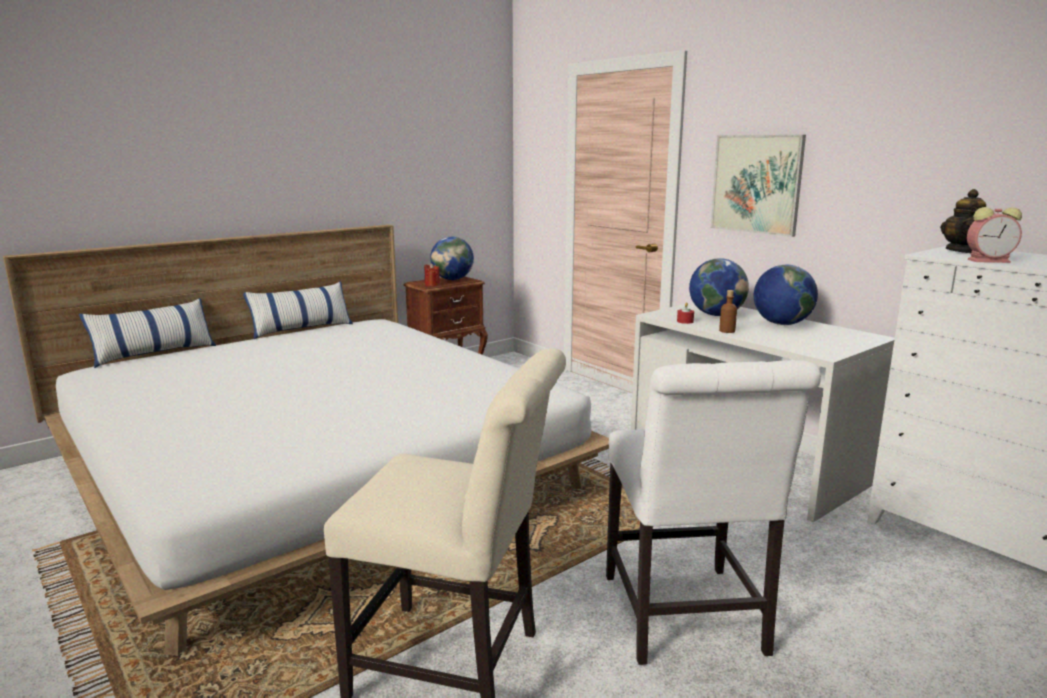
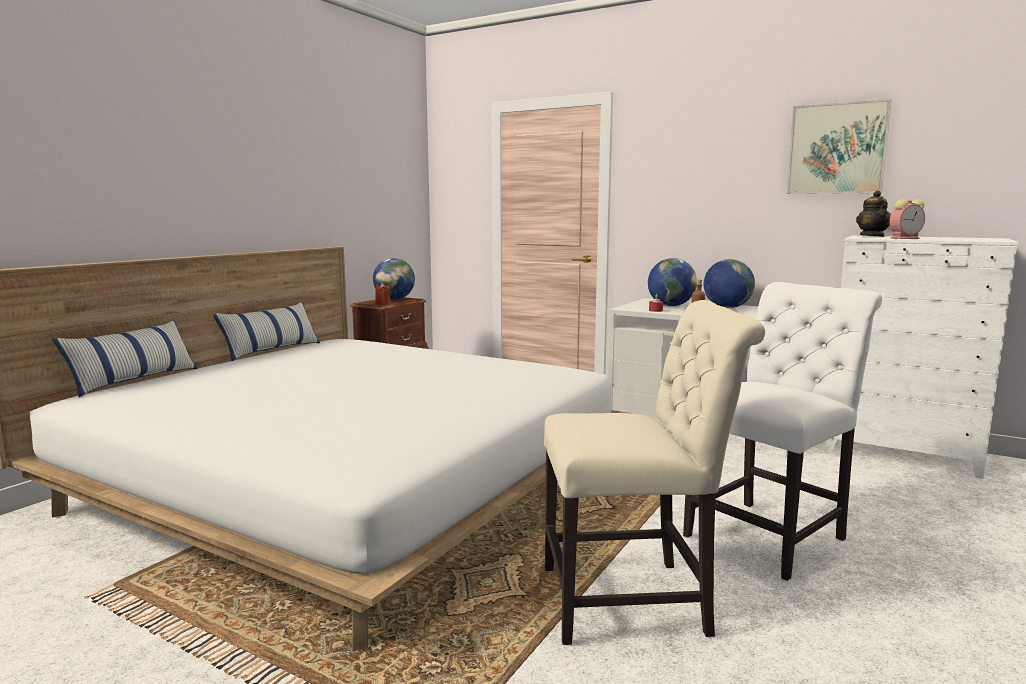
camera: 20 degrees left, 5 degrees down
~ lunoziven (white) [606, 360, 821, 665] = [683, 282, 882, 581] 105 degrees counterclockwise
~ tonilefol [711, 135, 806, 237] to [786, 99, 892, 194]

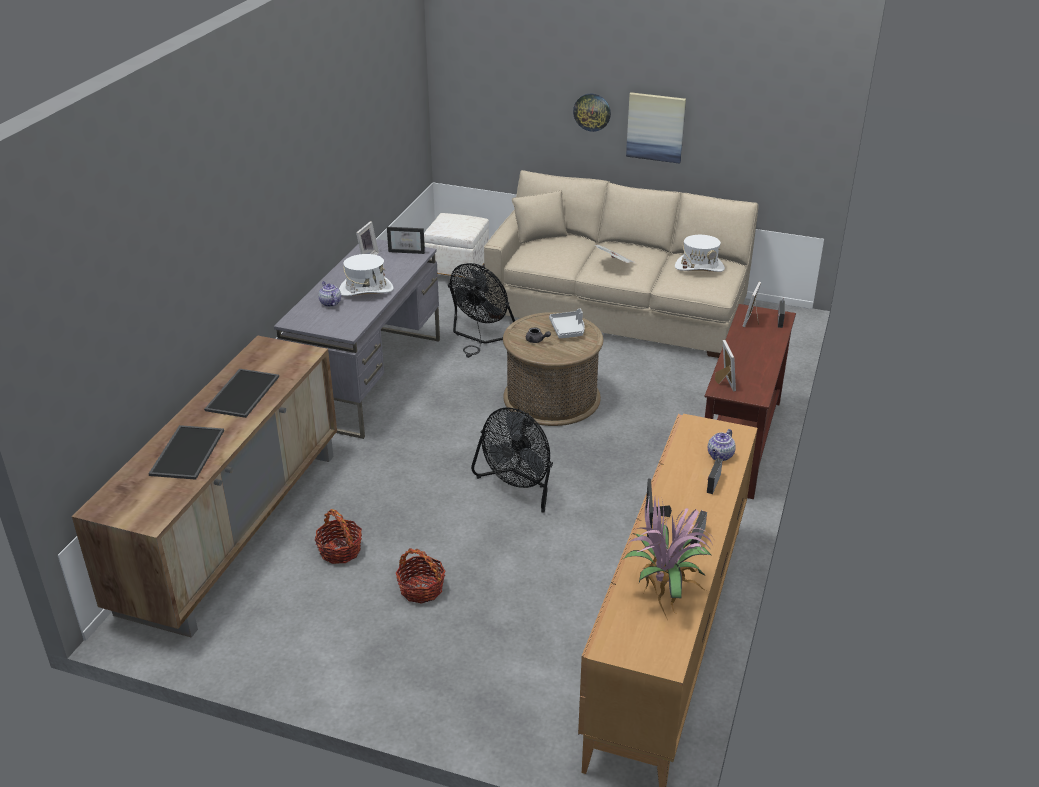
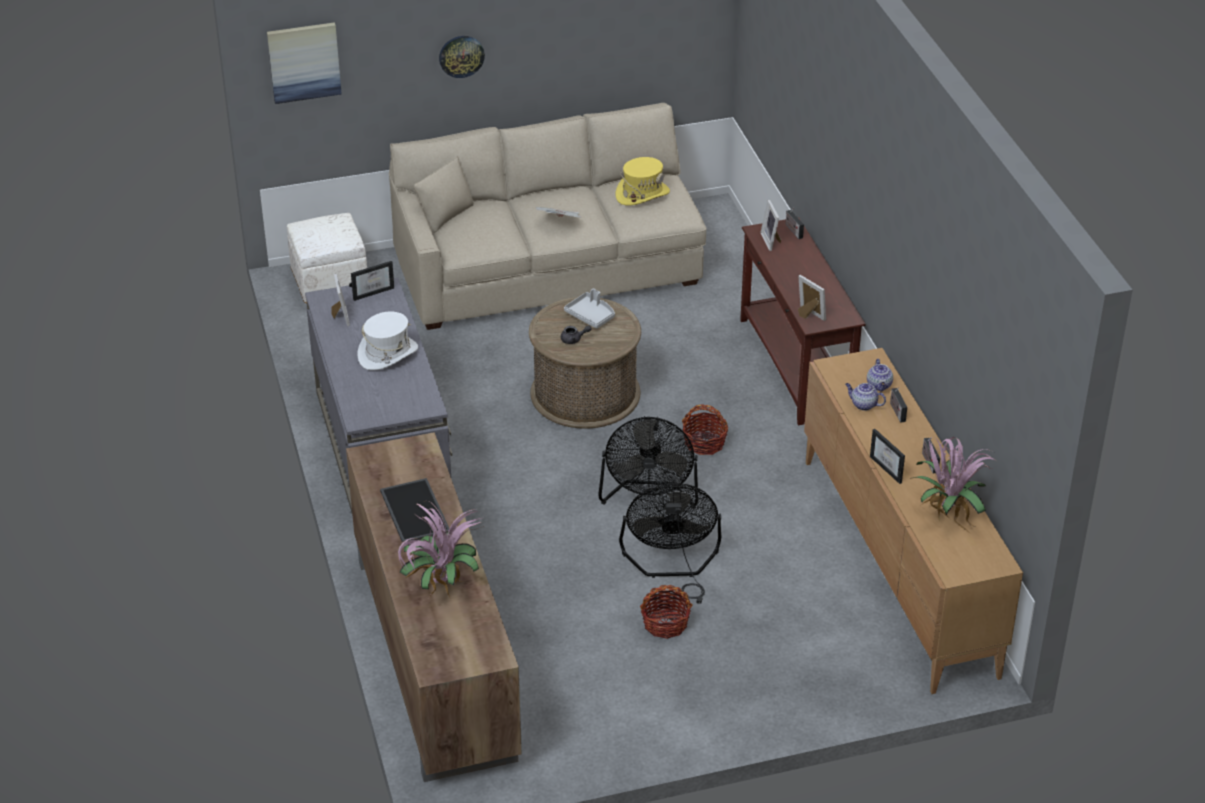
camera: 35 degrees left, 5 degrees up
~ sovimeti [148, 425, 224, 480] to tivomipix [398, 502, 484, 599]
~ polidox [315, 509, 362, 564] to [682, 404, 728, 455]
~ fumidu [318, 281, 341, 307] to [845, 383, 886, 411]
~ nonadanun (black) [448, 263, 515, 358] to [619, 483, 721, 604]
~ tonilefol [626, 92, 686, 164] to [267, 22, 342, 104]
~ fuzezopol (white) [675, 235, 725, 272] to fuzezopol (yellow) [616, 157, 670, 205]

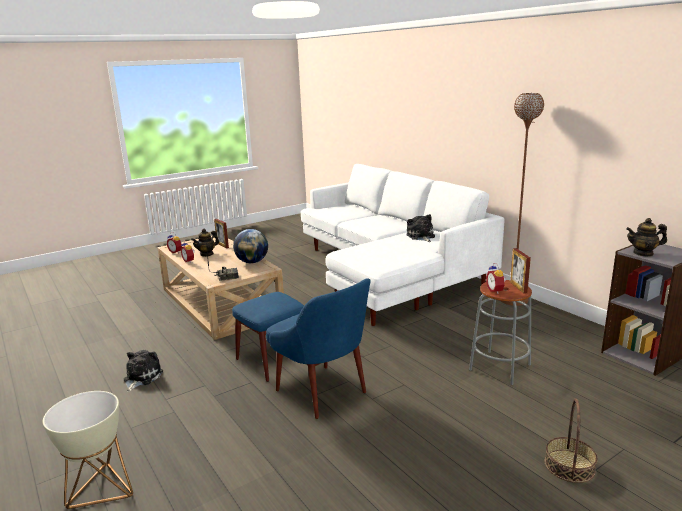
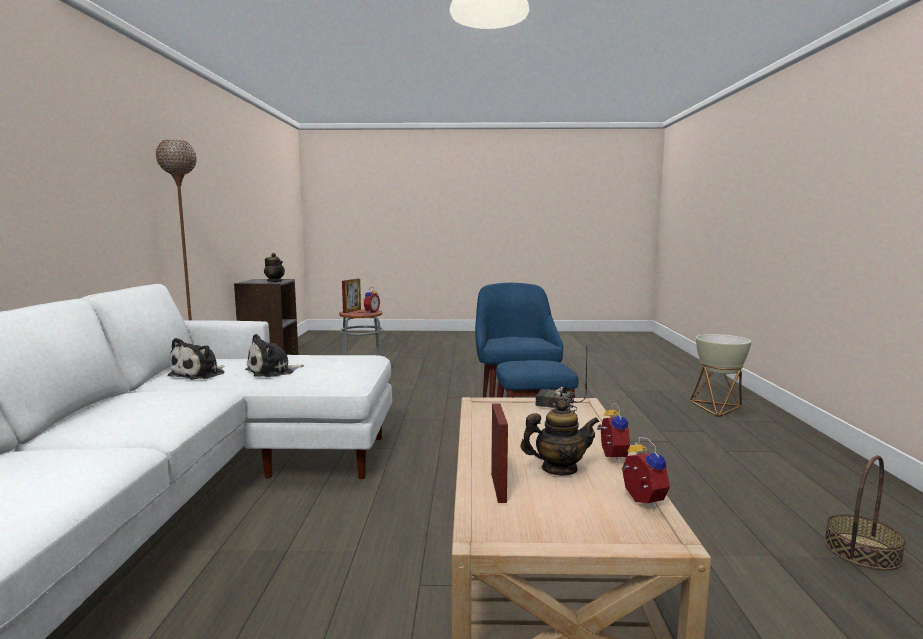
camera: 145 degrees left, 10 degrees down
~ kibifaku [123, 350, 163, 392] to [245, 334, 304, 377]
- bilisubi [233, 229, 268, 263]
~ polidox [545, 399, 598, 483] to [824, 455, 906, 571]

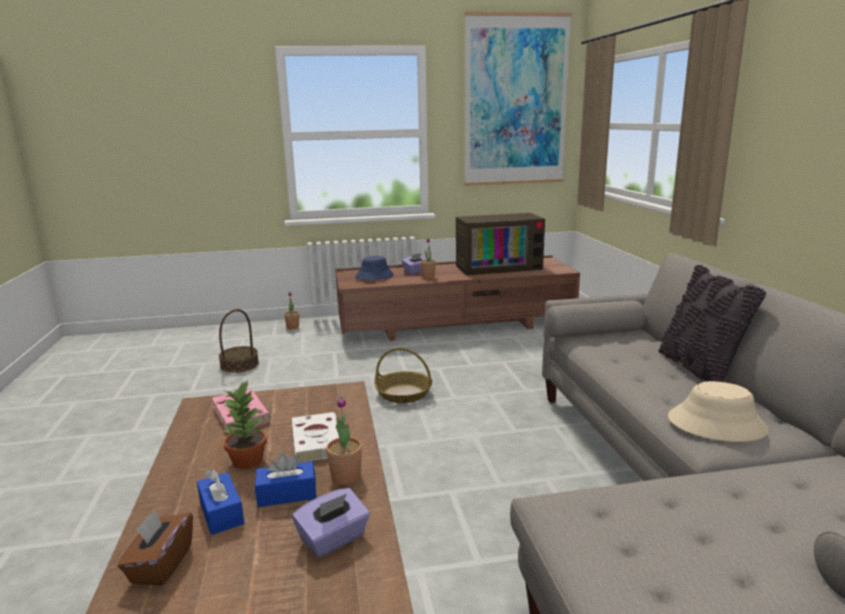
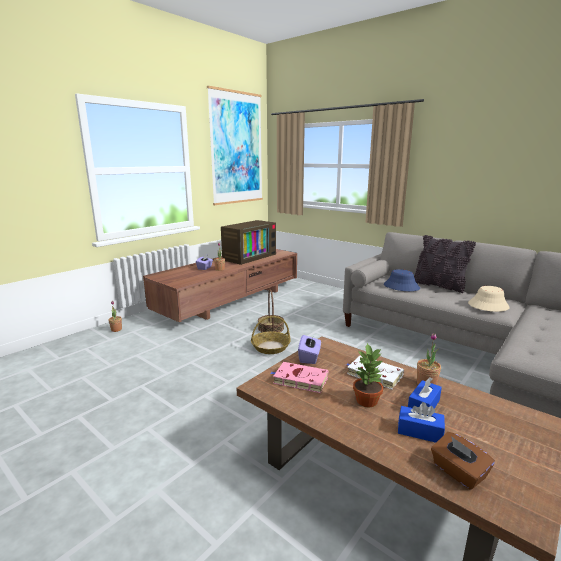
camera: 40 degrees left, 0 degrees up
~ polidox [219, 309, 259, 373] to [258, 289, 284, 332]
~ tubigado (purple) [292, 488, 370, 558] to [298, 333, 321, 364]
~ fuzezopol (blue) [355, 256, 394, 280] to [384, 269, 420, 291]

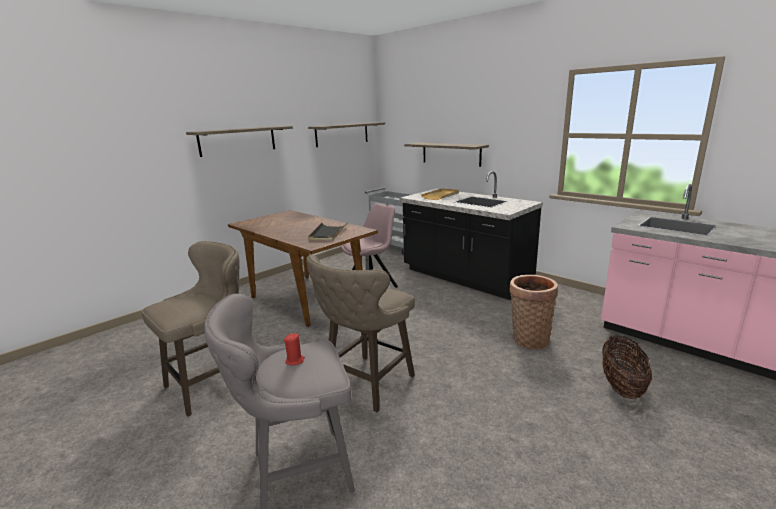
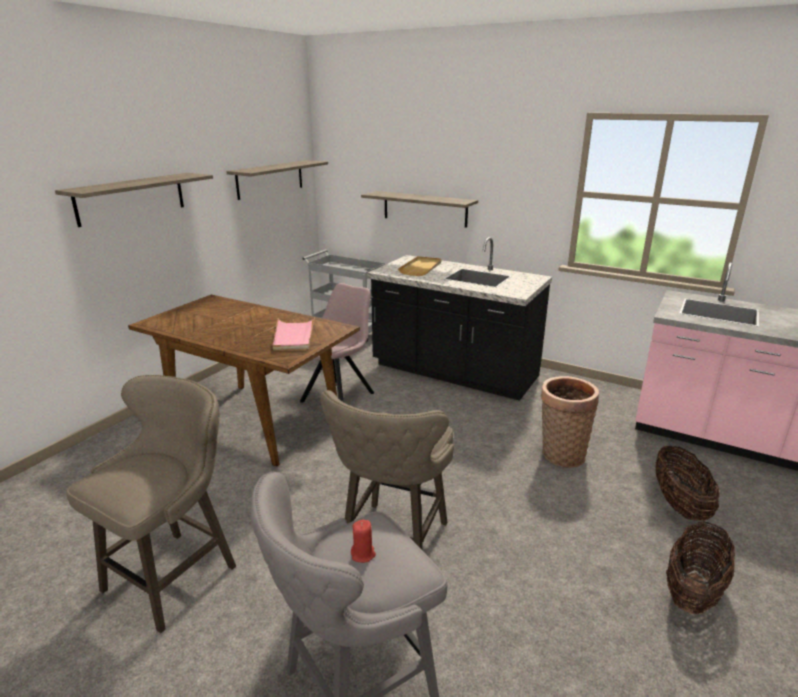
camera: 15 degrees left, 5 degrees up
~ sovimeti (black) [308, 222, 348, 241] to sovimeti (pink) [273, 317, 315, 350]
+ polidox [666, 521, 735, 614]

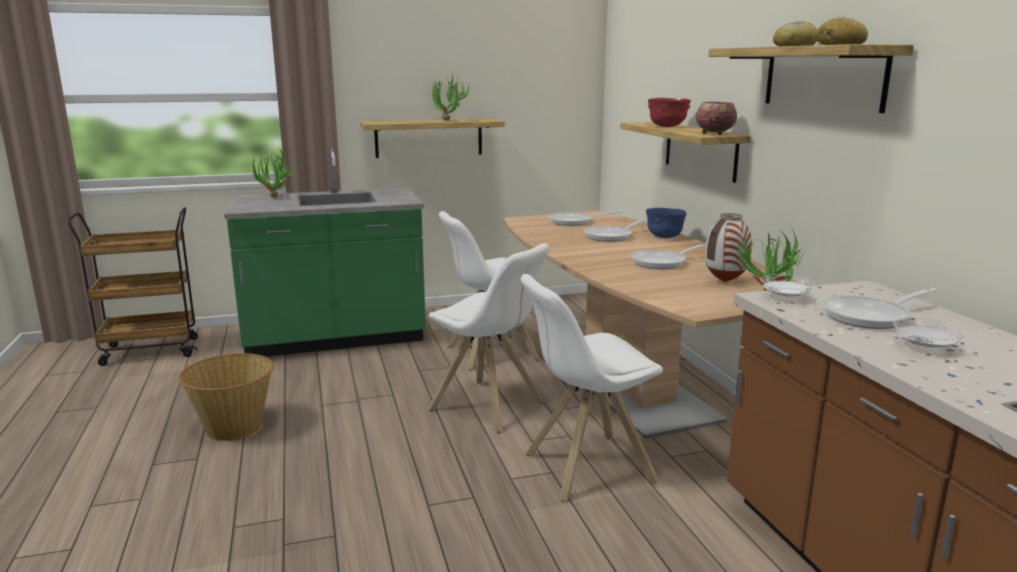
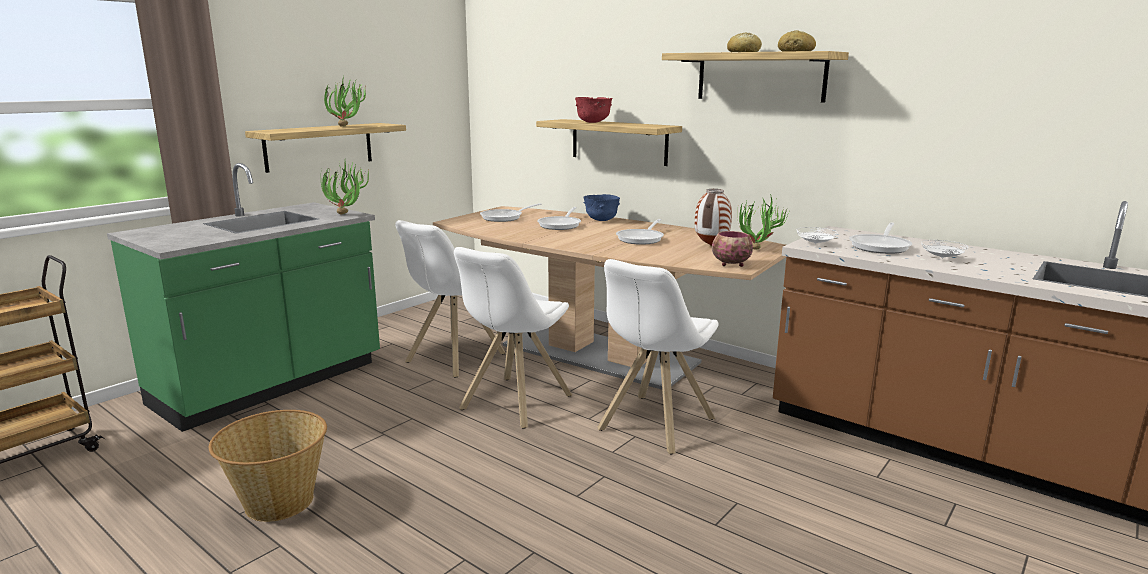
camera: 35 degrees left, 0 degrees up
~ tivomipix [250, 147, 295, 197] to [321, 162, 369, 214]
~ lunoziven (white) [429, 243, 549, 433] = [454, 247, 572, 429] 120 degrees clockwise
~ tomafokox [696, 102, 737, 135] to [712, 231, 753, 267]

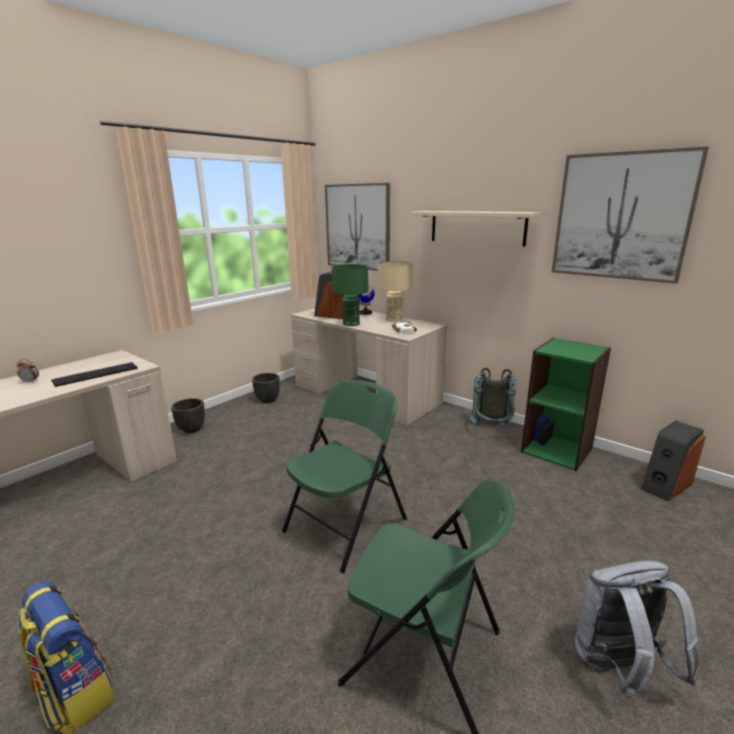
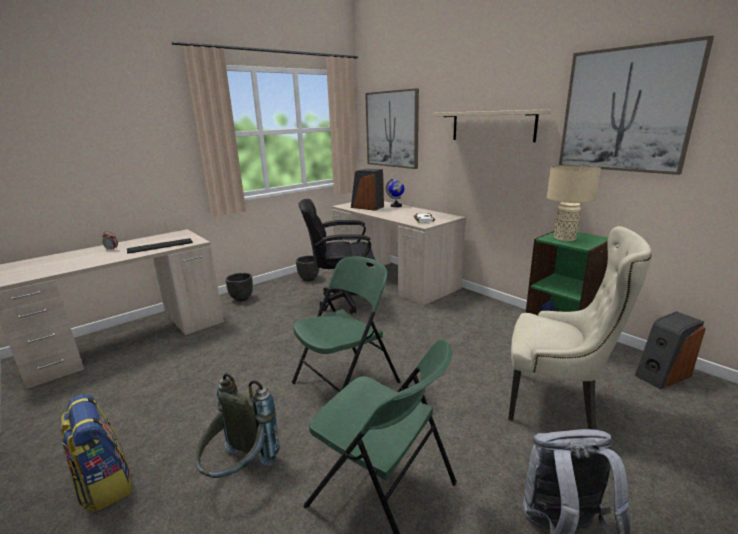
camera: 10 degrees right, 0 degrees up
- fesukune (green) [332, 264, 368, 326]
~ fesukune (beige) [377, 261, 413, 322] to [547, 165, 601, 241]
~ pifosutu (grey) [470, 368, 516, 427] to [195, 373, 280, 478]
+ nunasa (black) [298, 199, 375, 314]
+ lunoziven (beige) [508, 226, 652, 430]

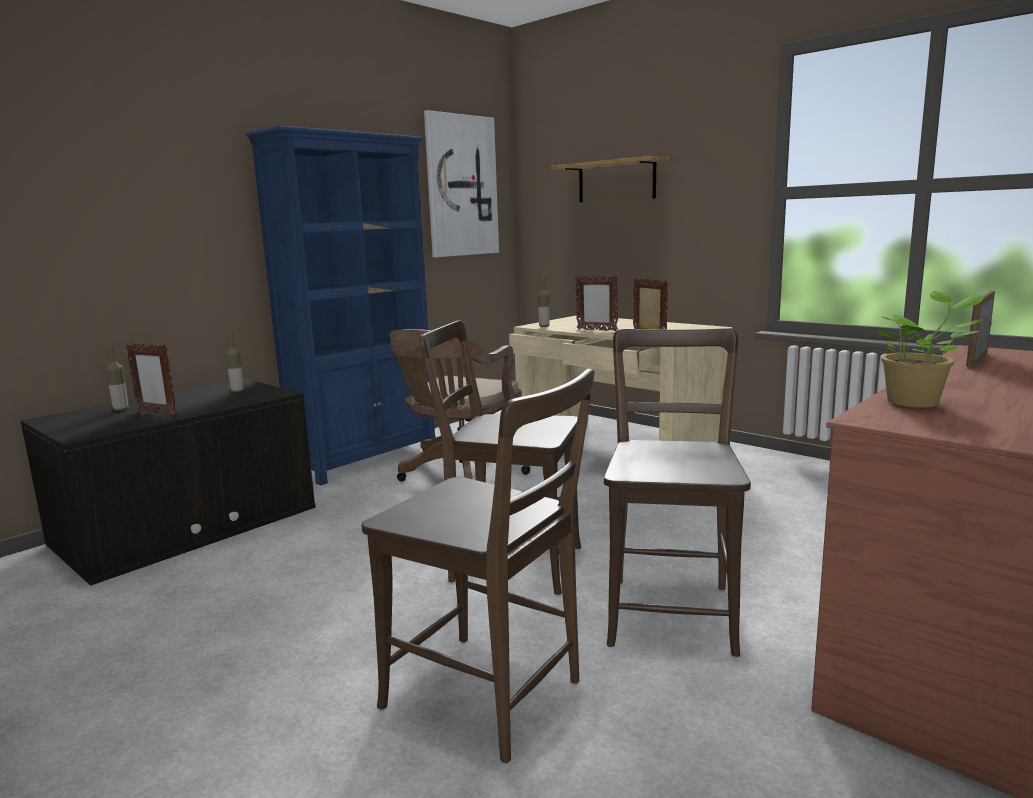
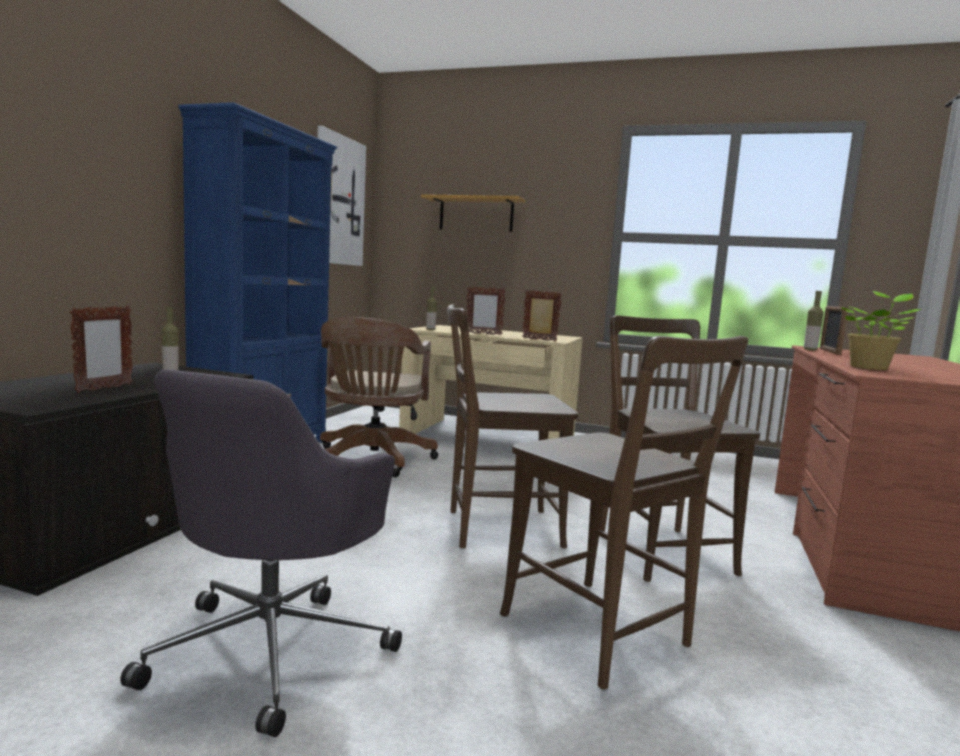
camera: 25 degrees left, 5 degrees down
~ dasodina [106, 345, 129, 411] to [804, 291, 824, 351]
~ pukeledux [126, 343, 177, 416] = [70, 305, 133, 393] 75 degrees counterclockwise
~ lunoziven (brown) [362, 369, 595, 763] = [500, 336, 748, 689] 45 degrees clockwise
+ nunasa (grey) [120, 369, 402, 737]

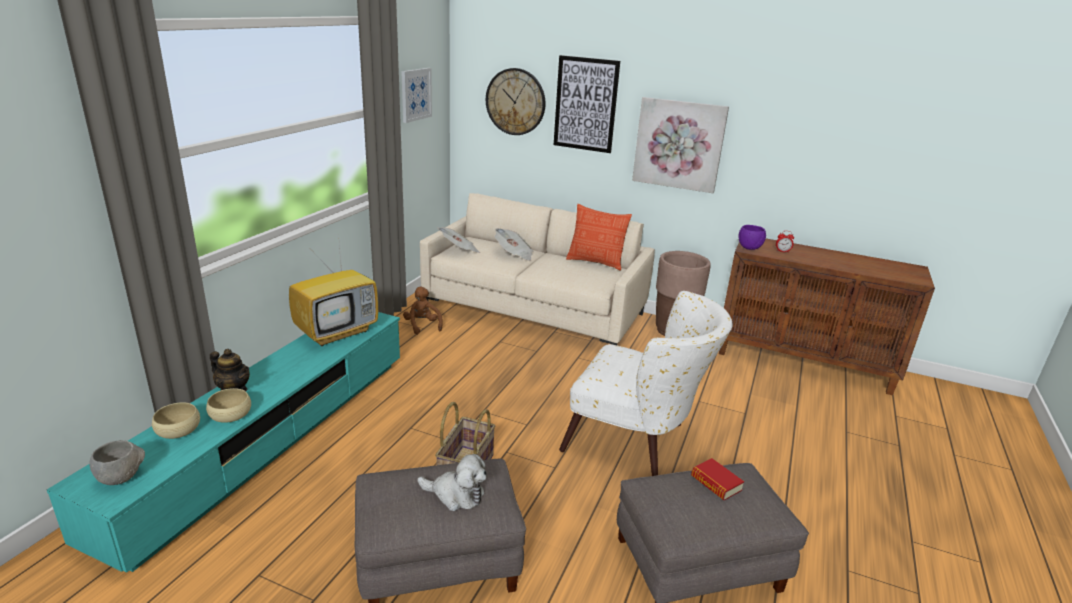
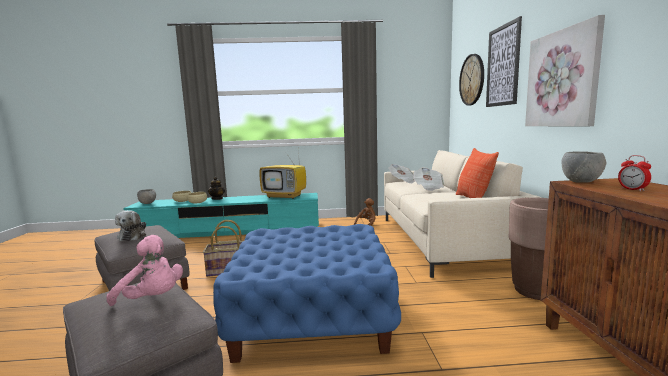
camera: 65 degrees right, 15 degrees down
- tonilefol [401, 68, 432, 123]
~ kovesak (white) [559, 291, 733, 476] to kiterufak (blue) [213, 224, 401, 363]
~ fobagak [691, 458, 744, 500] to kibifaku (pink) [107, 235, 183, 306]
~ tomafokox (purple) [739, 225, 766, 250] to tomafokox (grey) [562, 152, 607, 183]

